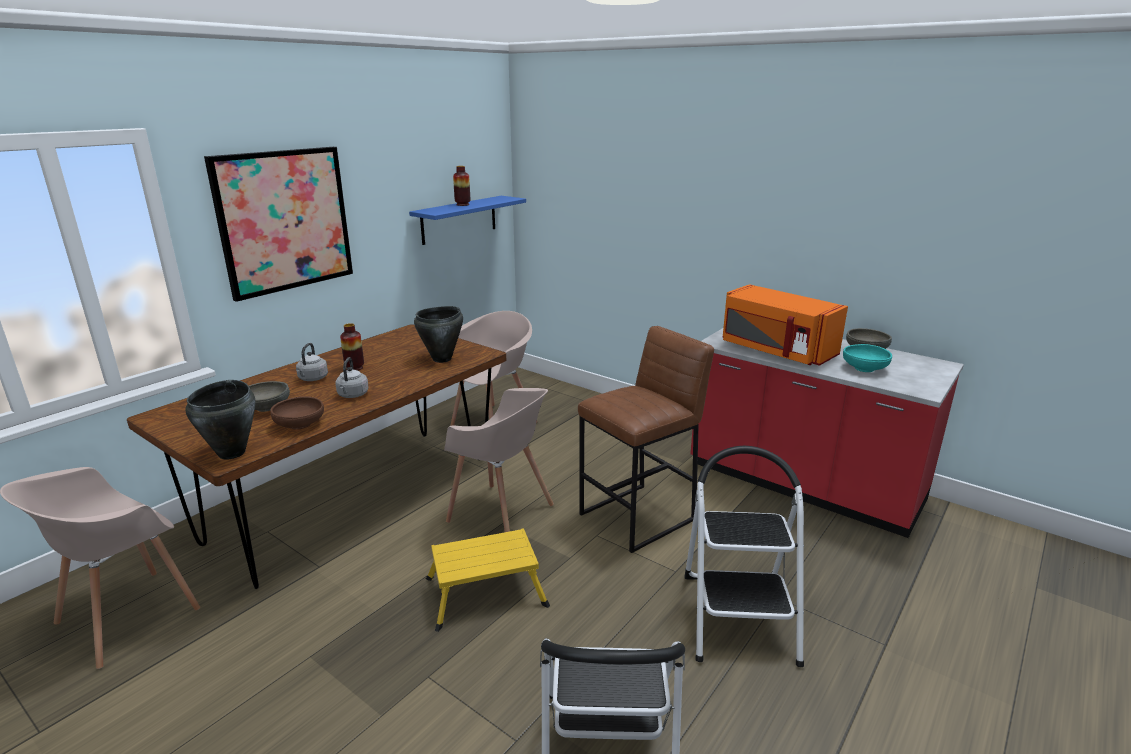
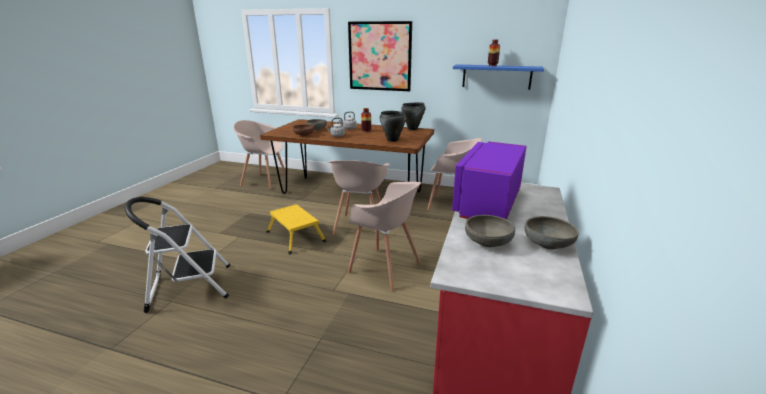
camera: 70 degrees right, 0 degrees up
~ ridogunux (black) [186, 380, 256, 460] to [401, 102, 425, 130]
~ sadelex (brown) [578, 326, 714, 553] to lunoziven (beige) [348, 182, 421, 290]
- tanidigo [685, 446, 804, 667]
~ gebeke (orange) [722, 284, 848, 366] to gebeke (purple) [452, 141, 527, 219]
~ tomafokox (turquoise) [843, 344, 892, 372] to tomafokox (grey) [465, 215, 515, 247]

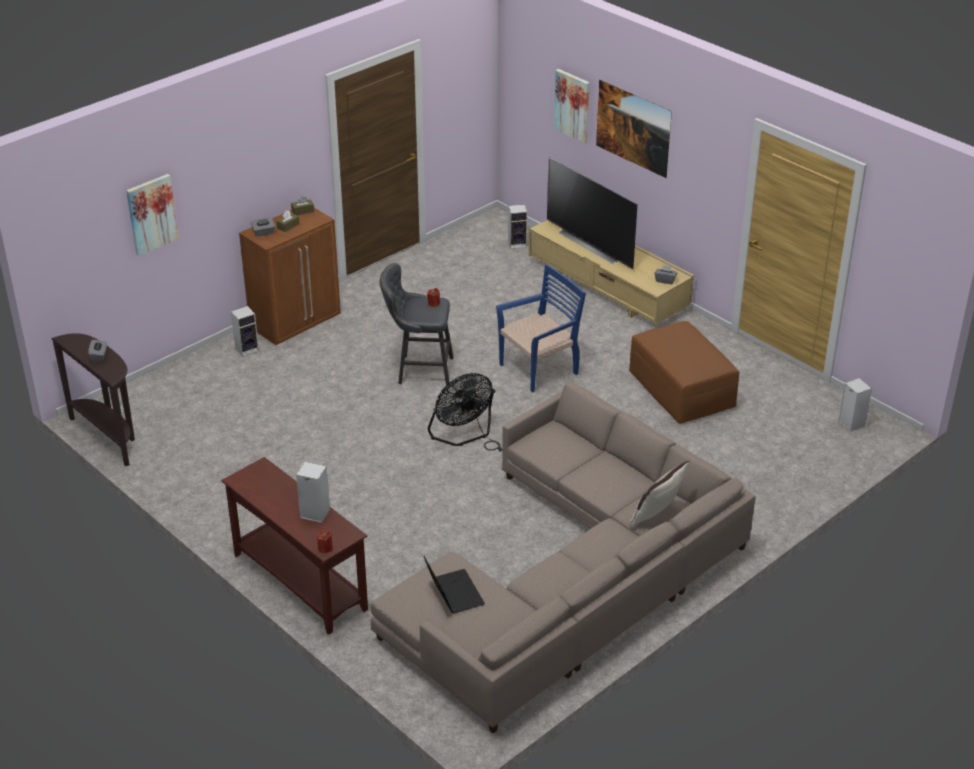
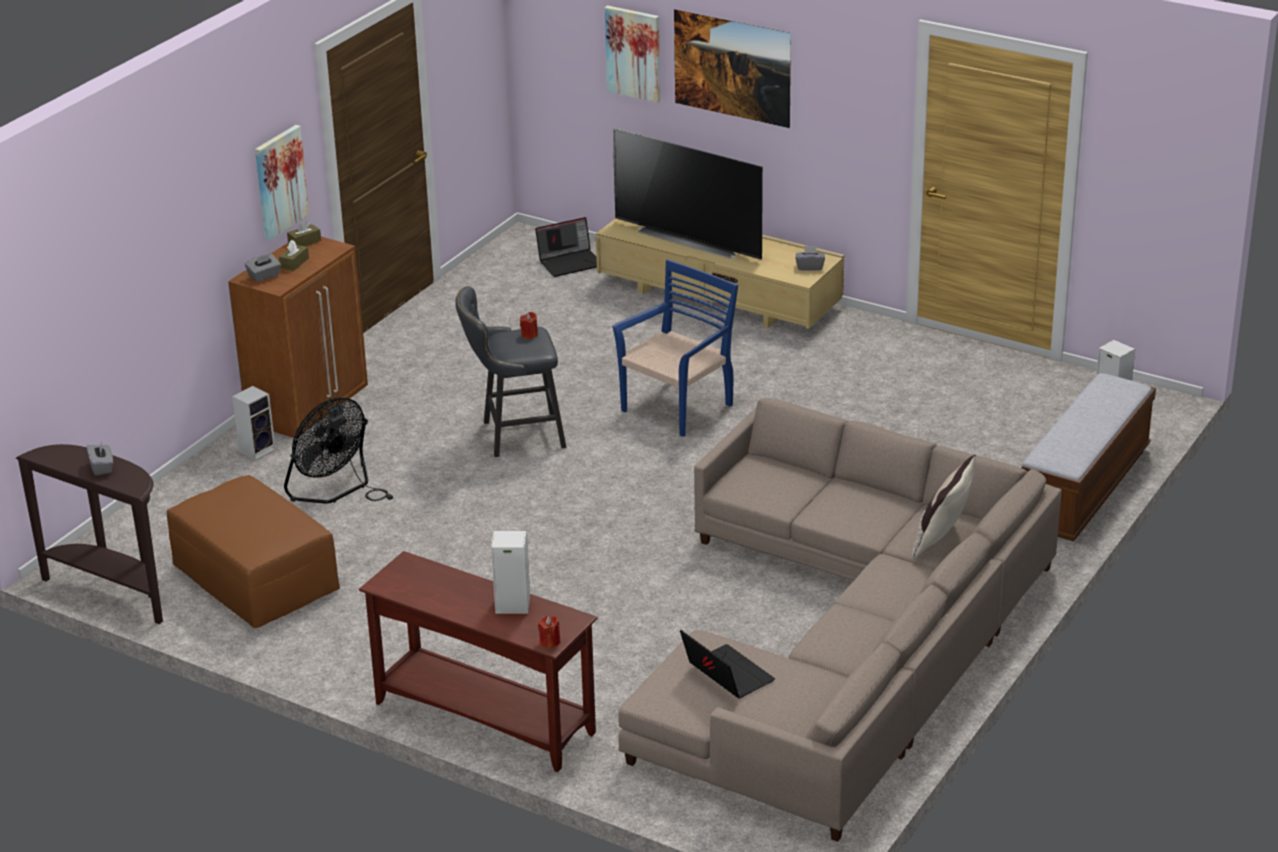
camera: 15 degrees left, 5 degrees down
~ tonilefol [126, 174, 179, 256] to [255, 125, 310, 240]
~ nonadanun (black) [428, 373, 502, 452] to [284, 398, 393, 504]
~ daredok [508, 204, 527, 249] to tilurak [535, 217, 597, 277]
~ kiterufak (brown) [629, 321, 739, 424] to [167, 475, 340, 628]
+ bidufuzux [1021, 373, 1156, 542]

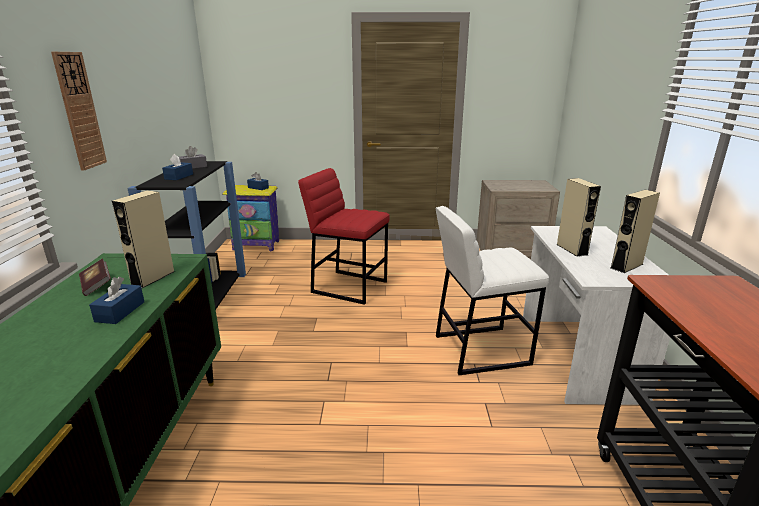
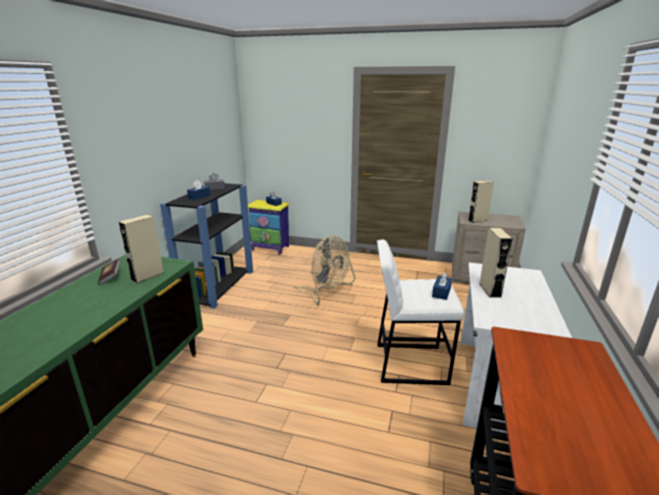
camera: 15 degrees right, 0 degrees up
- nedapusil [51, 52, 107, 171]
~ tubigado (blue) [89, 277, 144, 324] to [432, 272, 452, 300]
~ sadelex (red) [298, 168, 390, 305] to nonadanun (beige) [295, 236, 356, 306]
~ daredok (beige) [611, 190, 660, 273] to [468, 180, 494, 223]

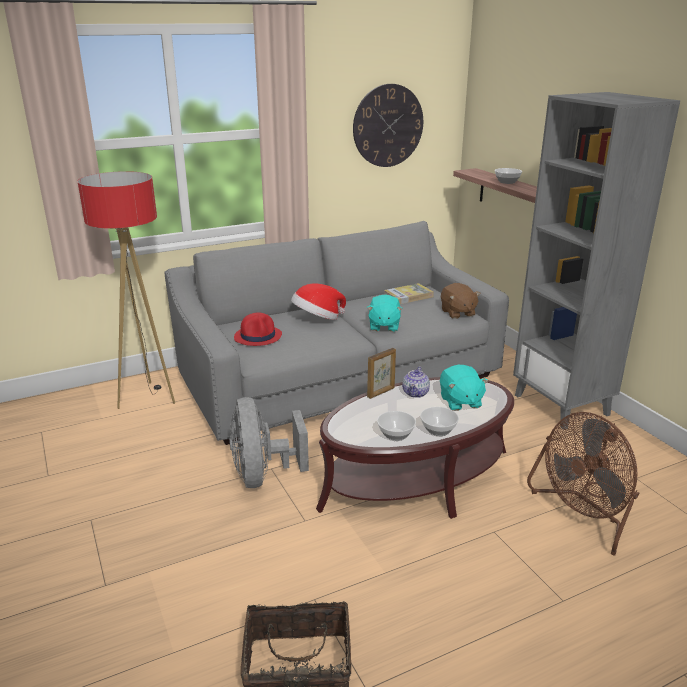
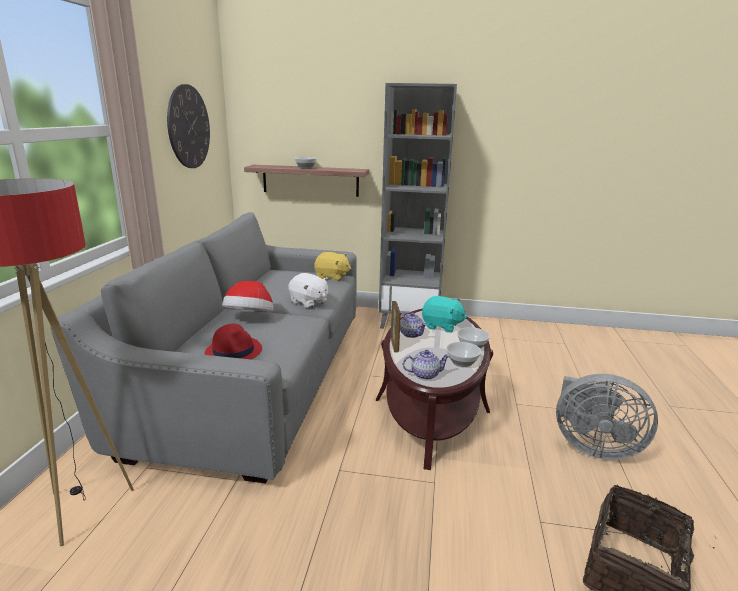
camera: 55 degrees left, 5 degrees down
~ nonadanun (grey) [229, 397, 309, 488] to [556, 374, 658, 460]
~ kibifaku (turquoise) [367, 294, 403, 332] to kibifaku (white) [288, 273, 328, 308]
- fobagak [384, 283, 434, 304]
~ kibifaku (brown) [441, 283, 480, 319] to kibifaku (yellow) [314, 252, 351, 281]
- nonadanun (brown) [527, 412, 639, 556]
+ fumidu [403, 350, 450, 380]

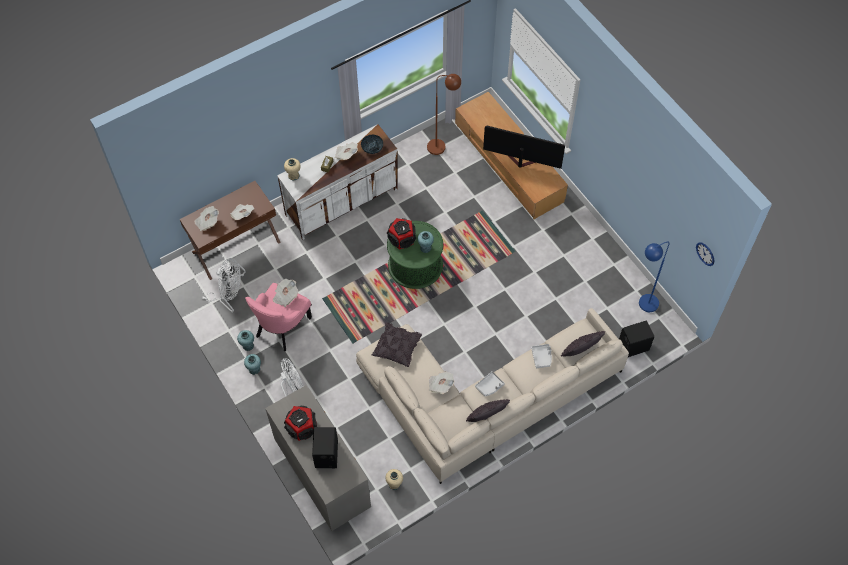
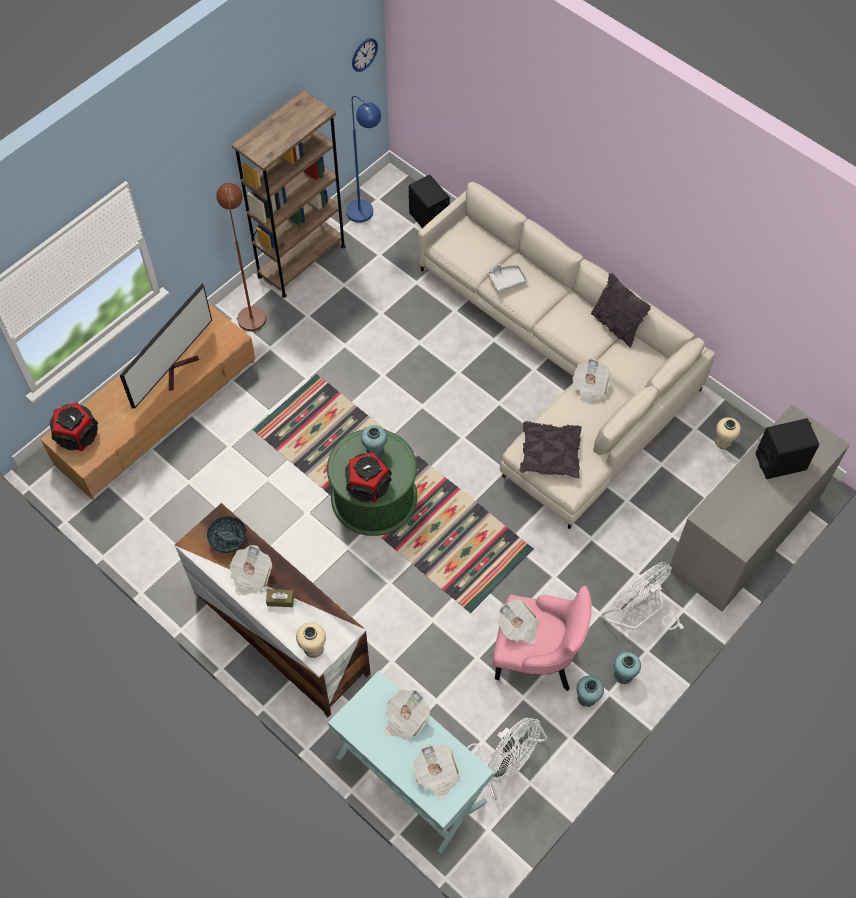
camera: 105 degrees left, 0 degrees up
~ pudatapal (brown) [180, 181, 281, 280] to pudatapal (turquoise) [328, 671, 494, 854]
~ nonadanun (white) [201, 258, 246, 313] = [467, 718, 548, 800] 135 degrees clockwise
~ daredok [284, 406, 317, 441] to [50, 402, 98, 451]
~ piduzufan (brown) [427, 74, 461, 155] to [216, 183, 266, 331]
- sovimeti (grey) [475, 371, 505, 396]
~ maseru [483, 126, 565, 169] = [120, 283, 212, 409] 150 degrees counterclockwise
- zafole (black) [561, 331, 605, 357]
+ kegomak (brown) [232, 90, 346, 298]

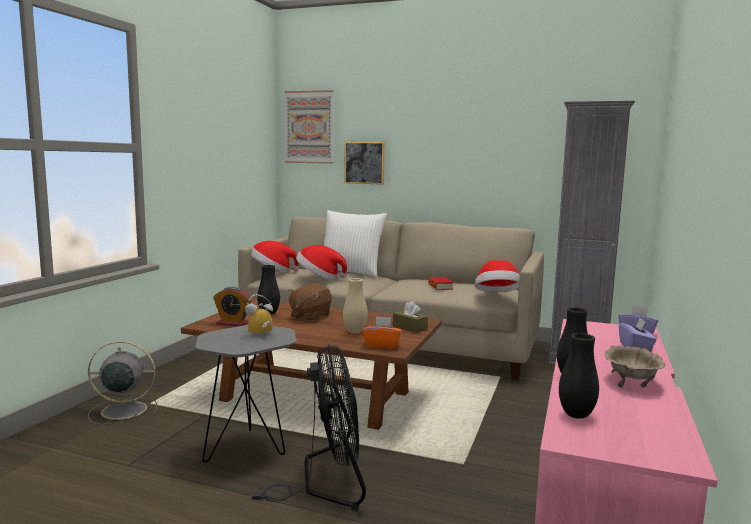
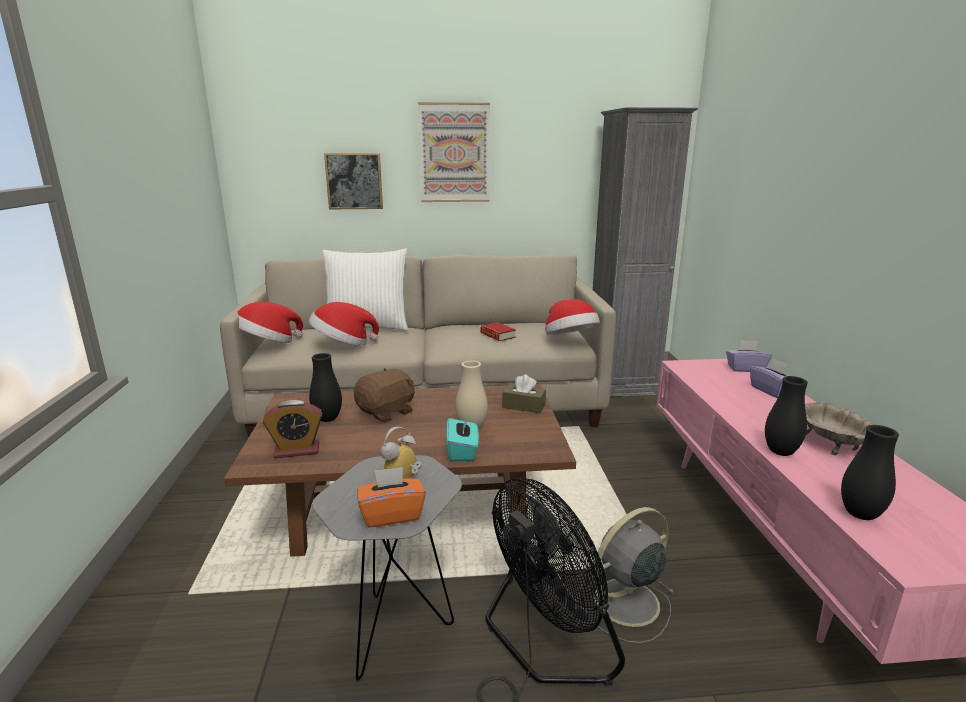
camera: 25 degrees left, 10 degrees up
~ nonadanun (grey) [88, 341, 158, 425] to [578, 507, 675, 644]
~ tonilefol [284, 90, 334, 164] to [418, 102, 490, 202]
~ kibifaku (brown) [288, 283, 332, 321] = [354, 368, 415, 422] 135 degrees counterclockwise
~ tubigado (orange) [362, 316, 402, 349] to [357, 467, 426, 527]
+ tubigado (turquoise) [446, 417, 479, 461]

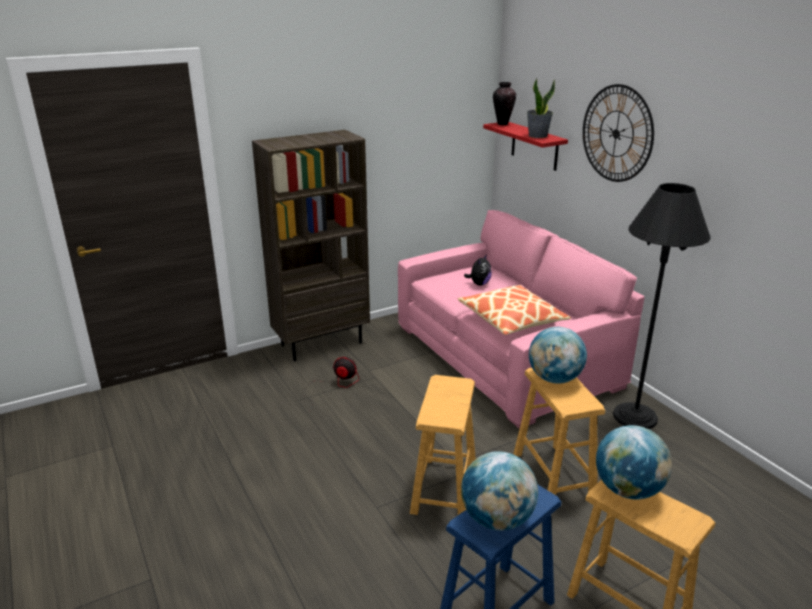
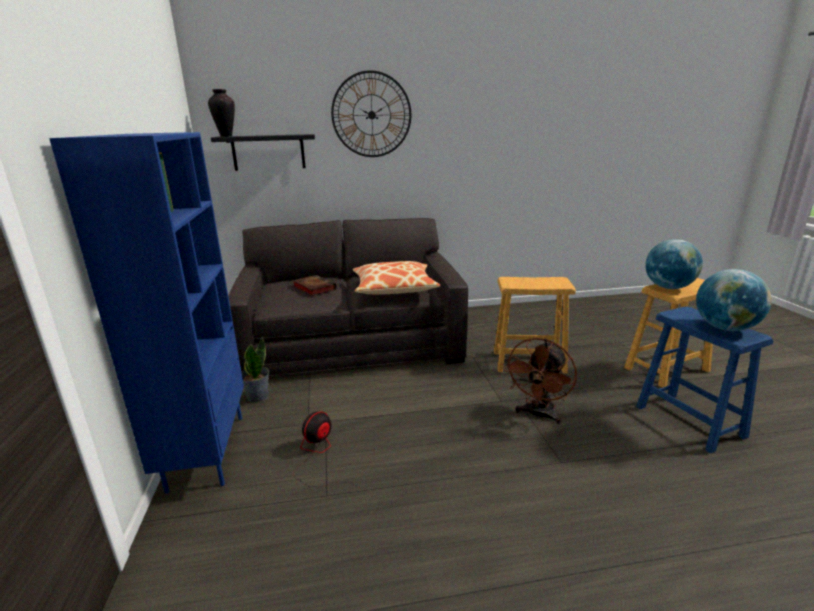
camera: 70 degrees left, 5 degrees down
~ kegomak (brown) [252, 130, 370, 361] to kegomak (blue) [49, 132, 244, 494]
~ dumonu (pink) [398, 210, 645, 429] to dumonu (grey) [228, 218, 468, 376]
~ sadelex (brown) [410, 375, 476, 515] to nonadanun (brown) [504, 338, 577, 425]
~ kibifaku [464, 254, 492, 286] to fobagak [292, 275, 337, 296]
~ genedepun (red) [483, 122, 568, 171] to genedepun (black) [211, 134, 315, 171]
~ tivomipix [527, 78, 555, 138] to [242, 336, 269, 403]
- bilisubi [529, 327, 587, 384]
- piduzufan (black) [613, 183, 711, 429]

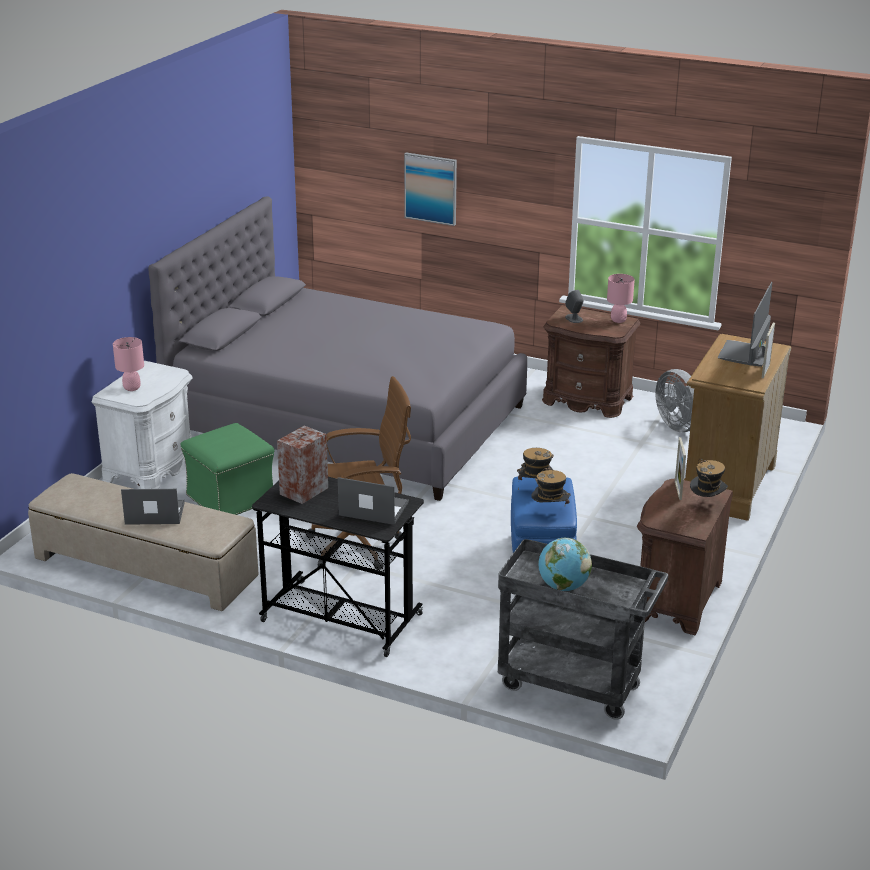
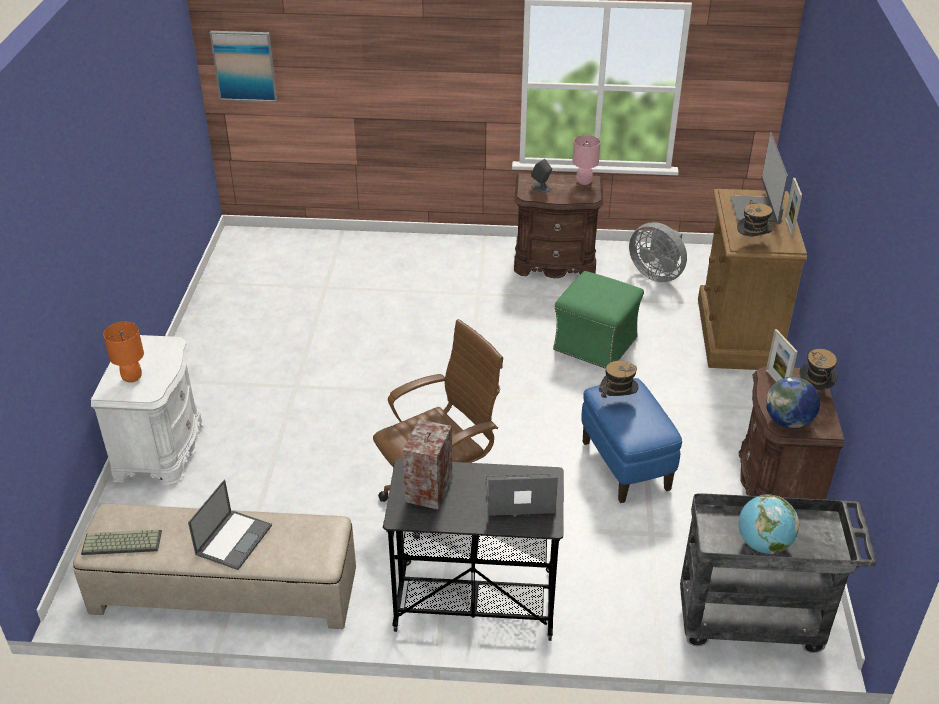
camera: 20 degrees left, 10 degrees up
~ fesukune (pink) [113, 337, 144, 391] to fesukune (orange) [103, 322, 144, 383]
~ tilurak [121, 489, 185, 525] = [188, 479, 272, 570] 135 degrees clockwise
- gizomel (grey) [148, 196, 527, 501]
~ kiterufak (green) [181, 423, 274, 515] to [553, 271, 644, 369]
~ tonilefol [404, 153, 457, 226] to [210, 31, 277, 102]
~ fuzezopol [531, 466, 571, 504] to [737, 200, 773, 237]
+ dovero [81, 530, 162, 555]
+ bilisubi [766, 377, 820, 429]

